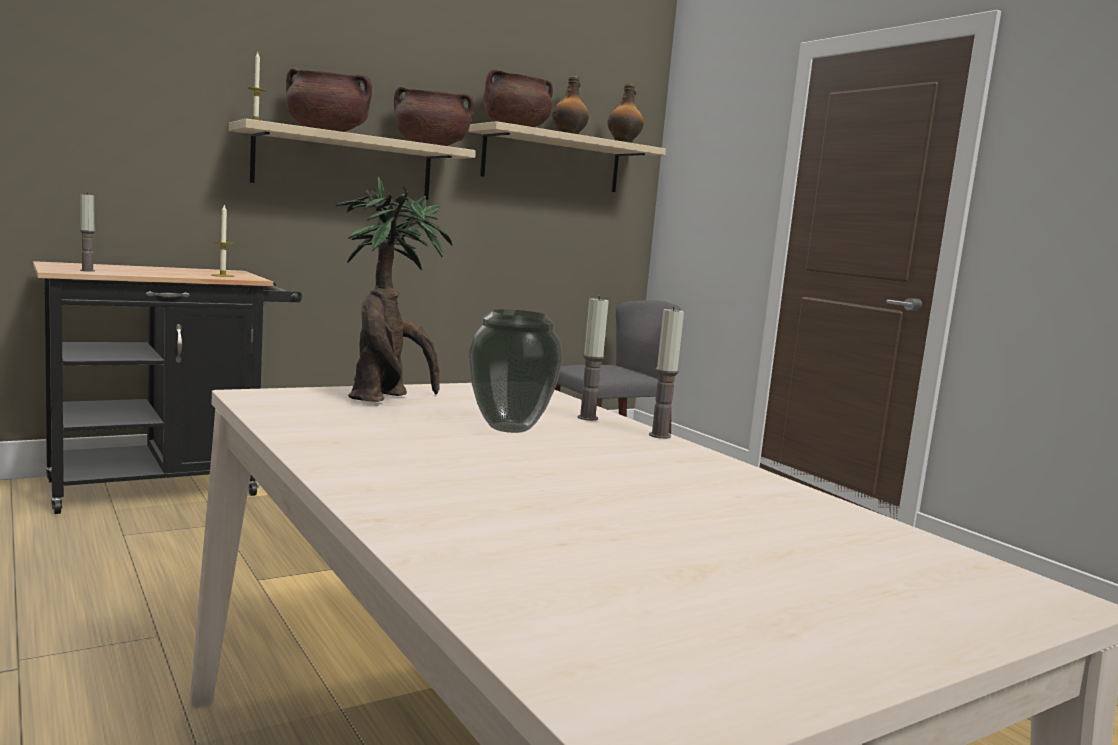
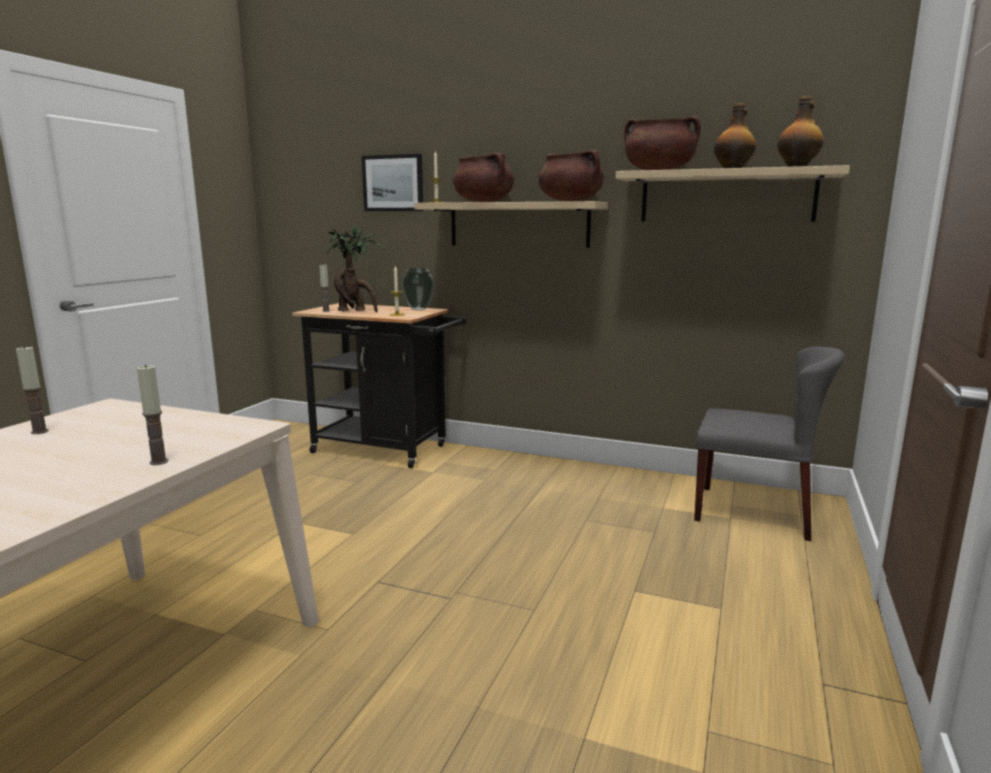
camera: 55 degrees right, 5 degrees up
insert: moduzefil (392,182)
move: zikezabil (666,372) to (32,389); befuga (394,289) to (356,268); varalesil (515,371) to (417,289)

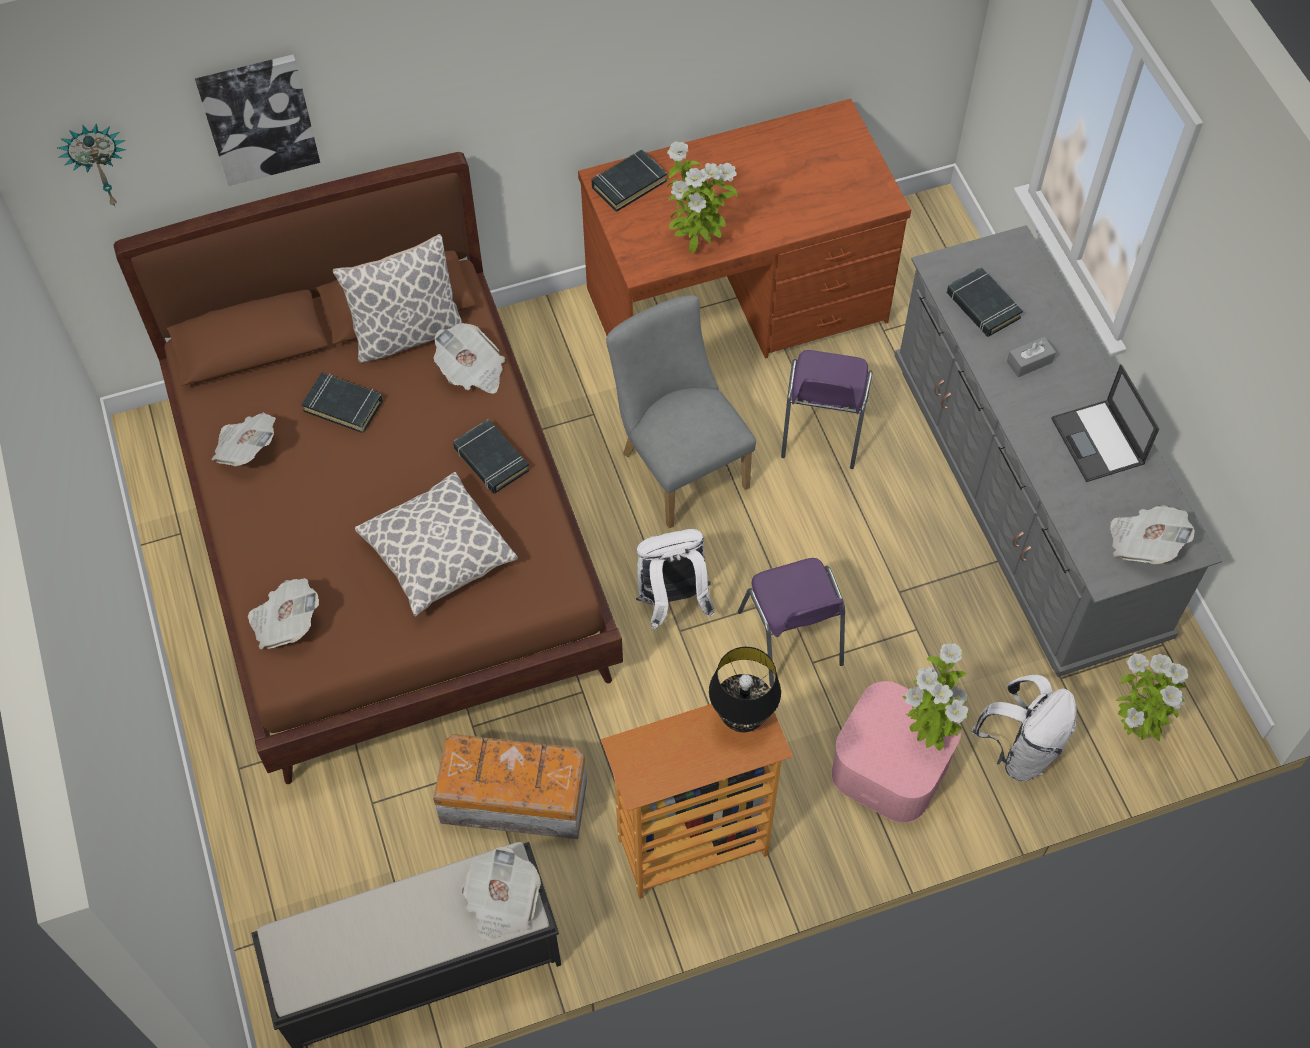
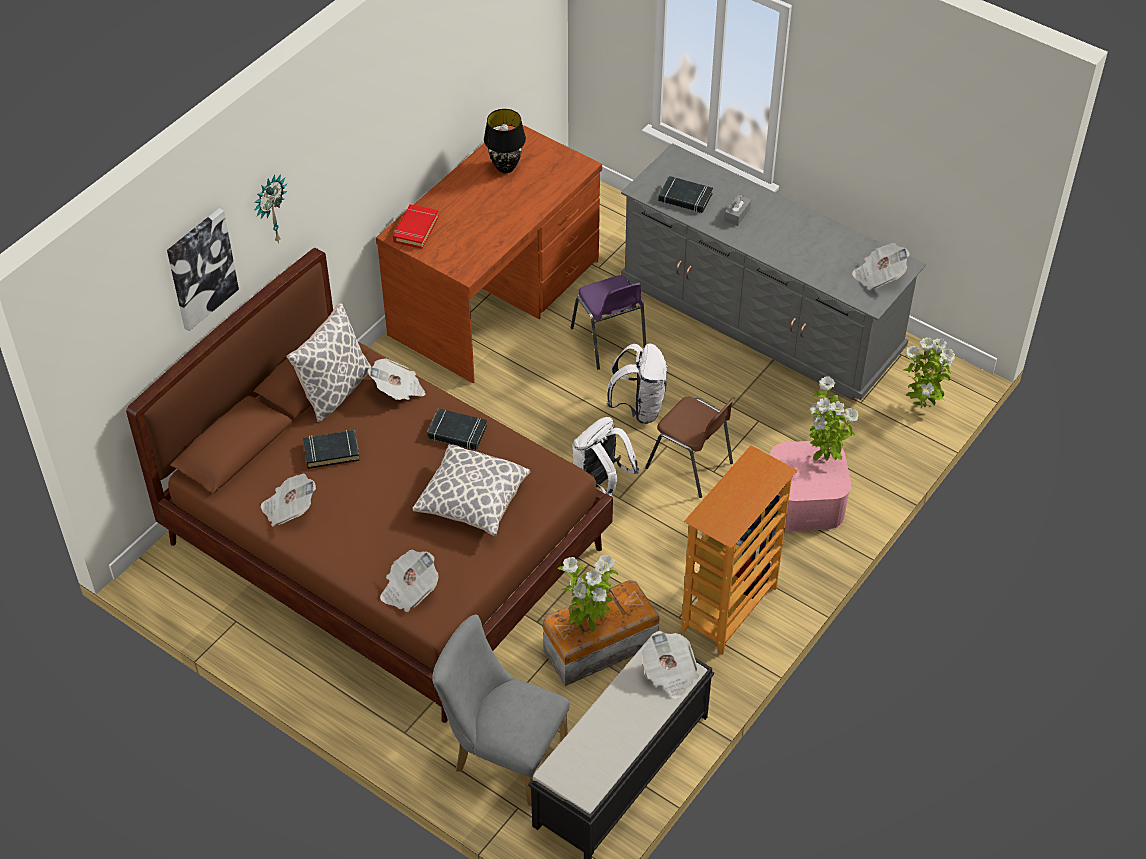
camera: 35 degrees left, 10 degrees down
delete: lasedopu (1105,423)
move: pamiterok (91,164) to (270,209); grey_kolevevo (681,412) to (501,711); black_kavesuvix (745,689) to (505,141); befuga (702,197) to (587,593); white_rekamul (1024,728) to (637,384)
recolor: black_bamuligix (629,180) to red_bamuligix (416,226); purple_kolevevo (791,622) to brown_kolevevo (690,447)

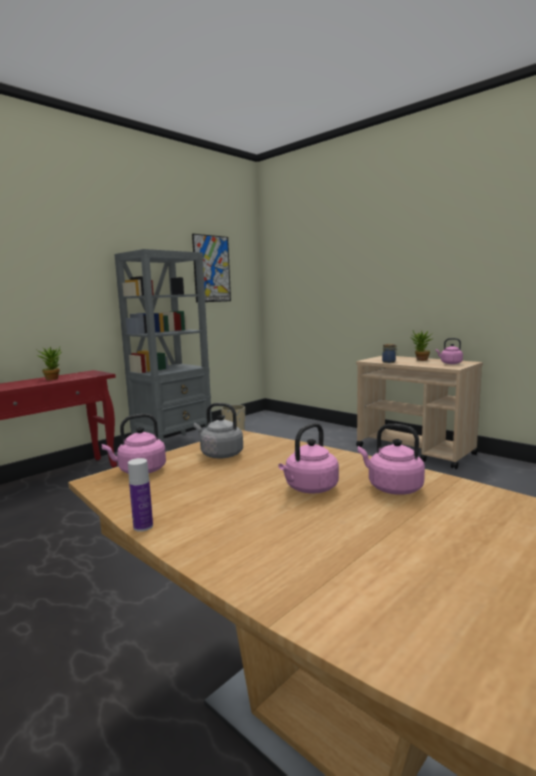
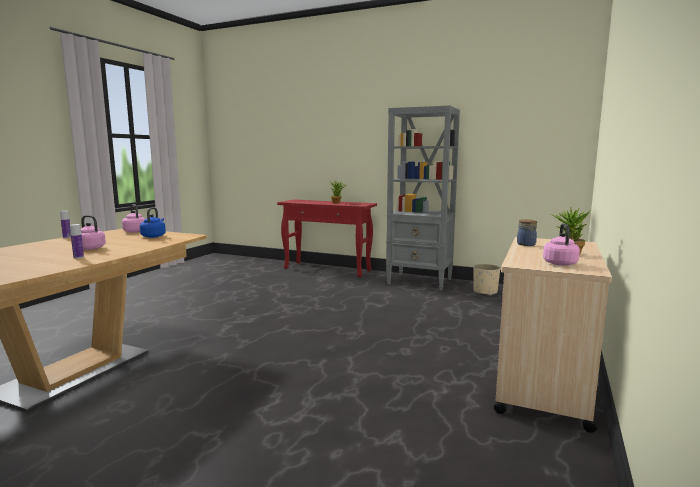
camera: 70 degrees right, 0 degrees up
delete: moduzefil (211,268)
replace: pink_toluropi (391,459) to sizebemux (77,241)
recolor: grey_toluropi (218,431) to blue_toluropi (153,222)

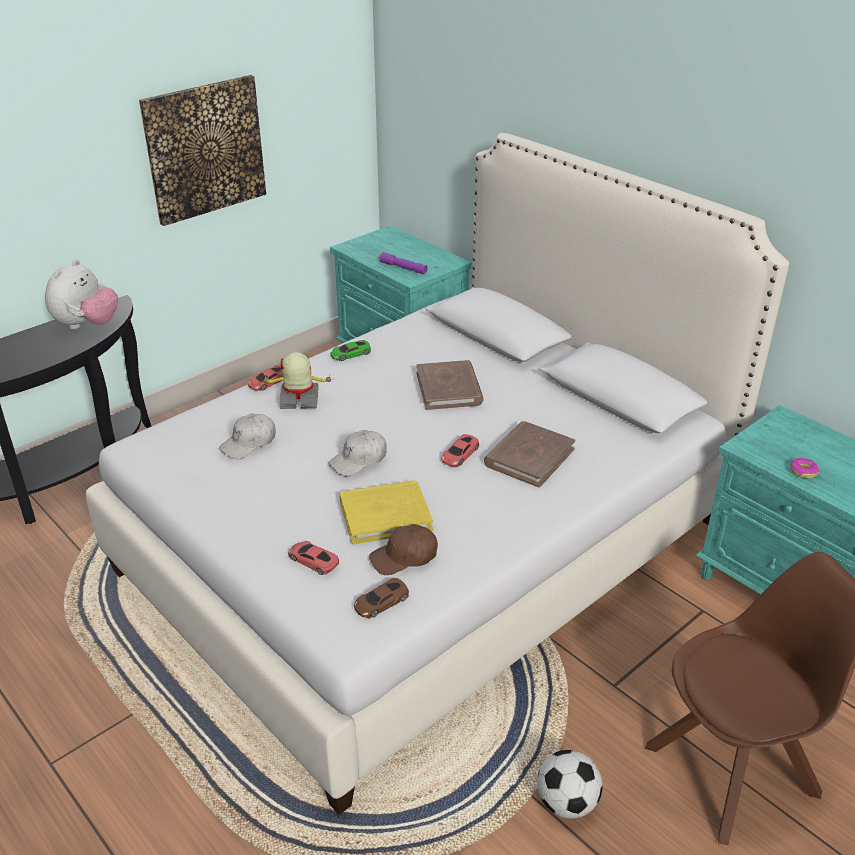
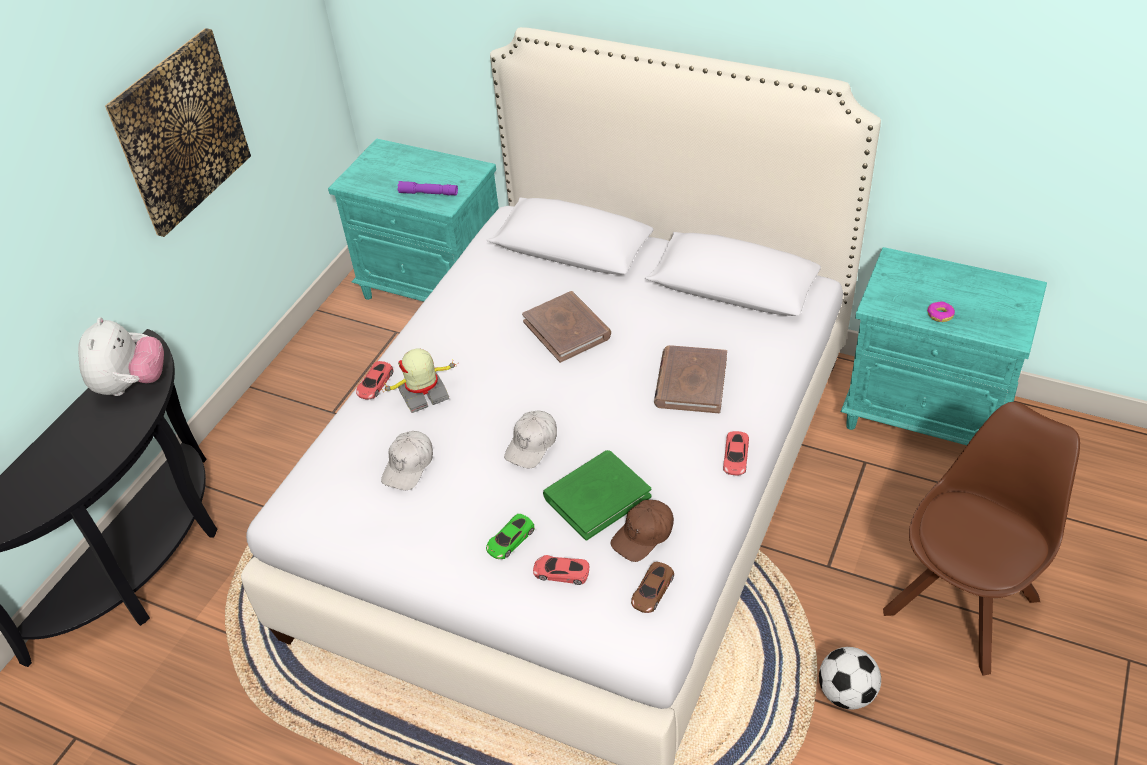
camera: 20 degrees left, 10 degrees up
move: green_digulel (350,350) to (510,536); red_digulel (460,450) to (736,453)
recolor: yellow_bamuligix (386,512) to green_bamuligix (597,495)

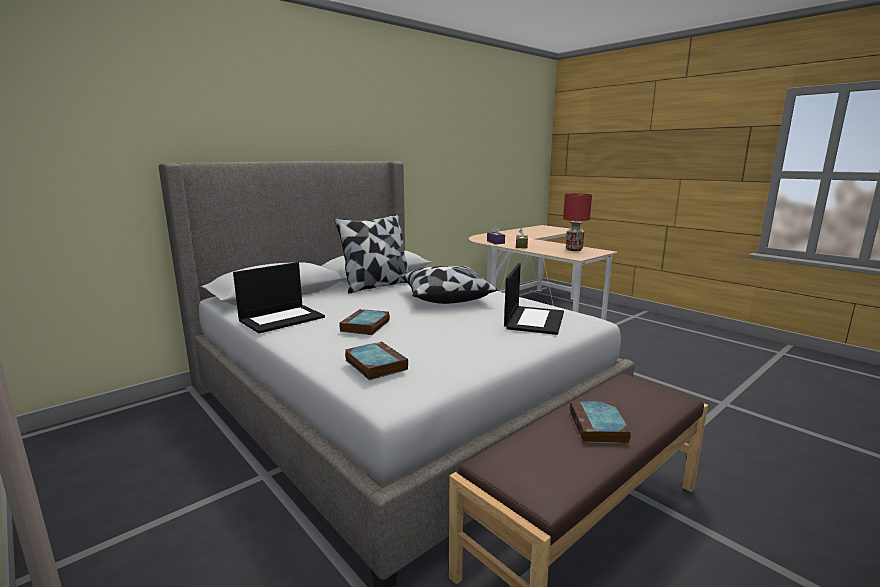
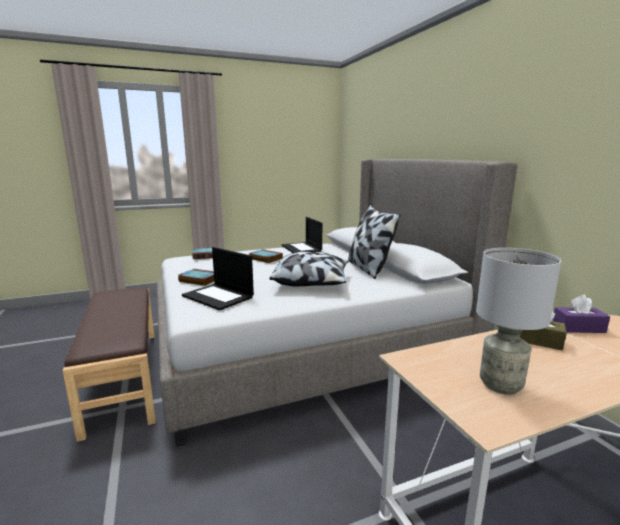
camera: 110 degrees right, 0 degrees up
move: bamuligix (600,422) to (196,277)
recolor: red_kavesuvix (577,222) to grey_kavesuvix (519,321)

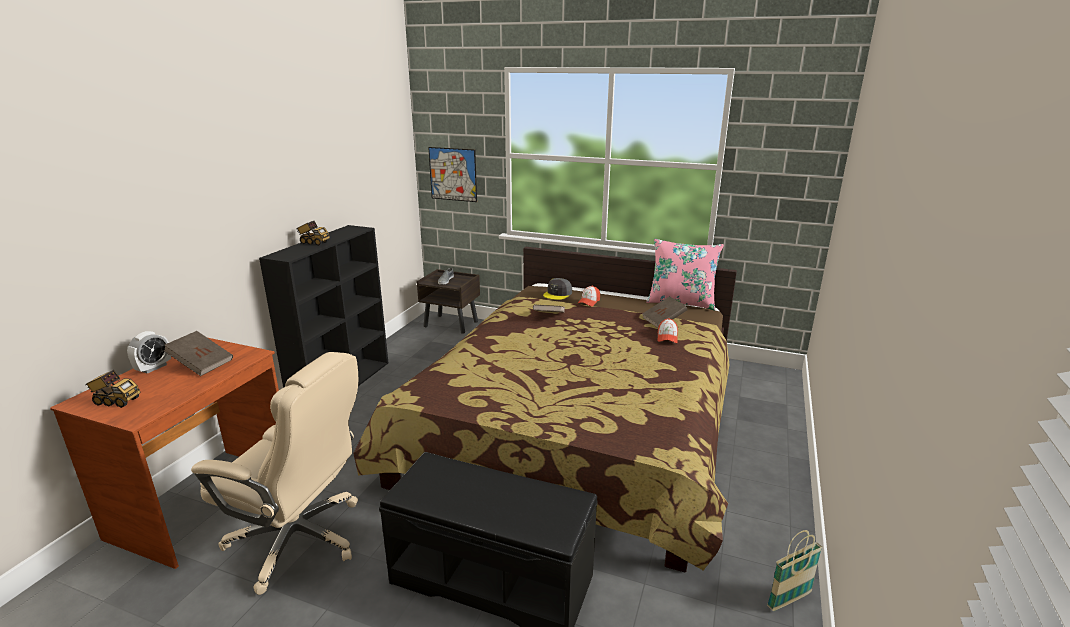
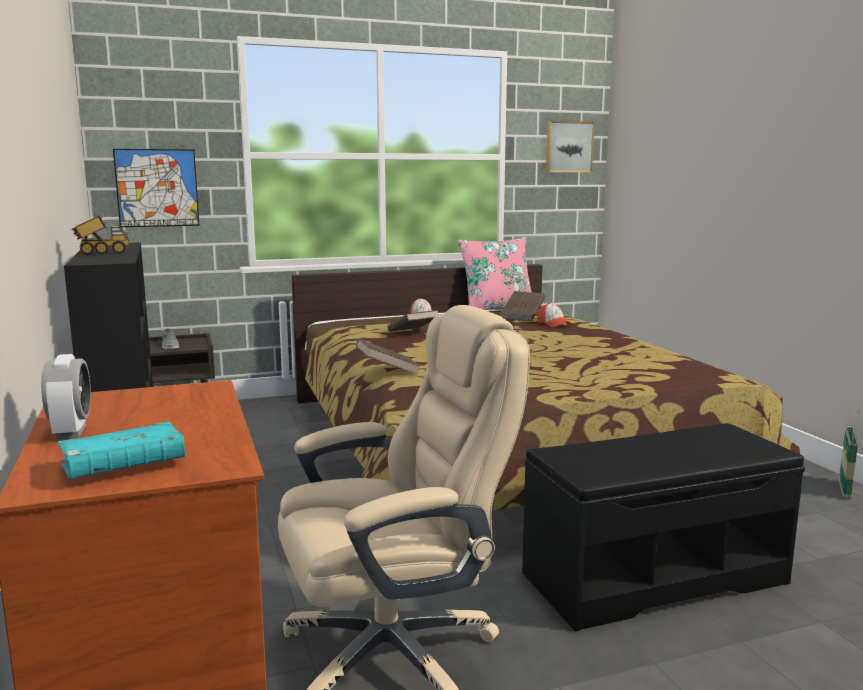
camera: 40 degrees left, 10 degrees down
delete: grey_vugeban (557,289)
insert: moduzefil (570,146)
move: brown_bamuligix (198,353) to (388,356)
replace: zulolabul (113,389) to turquoise_bamuligix (121,450)

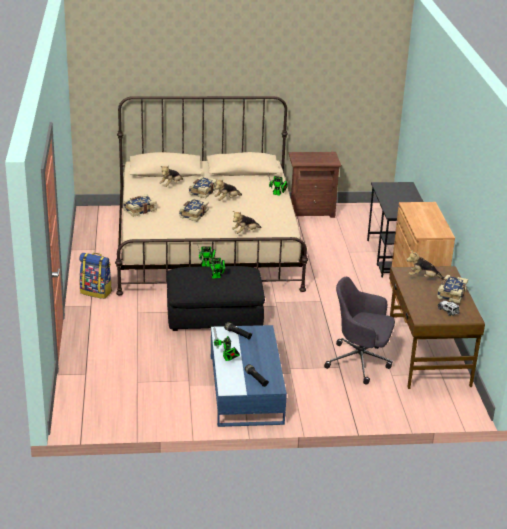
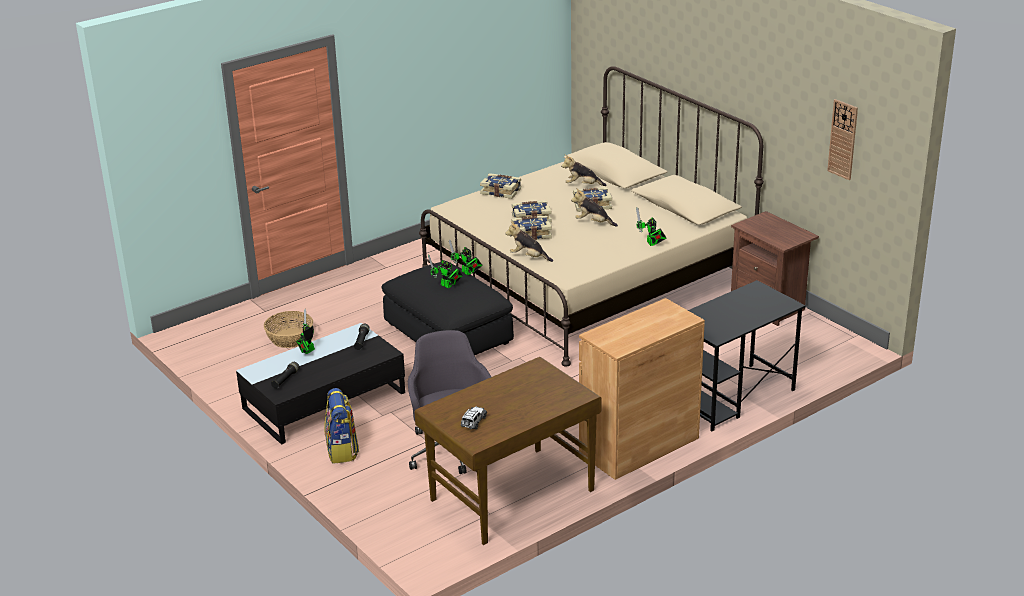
camera: 60 degrees right, 0 degrees up
delete: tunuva (425,264)
insert: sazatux (288,329); pamiterok (842,139)
move: rekamul (95,276) to (341,426); bamuligix (452,289) to (531,228)
recolor: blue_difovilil (249,376) to black_difovilil (320,384)

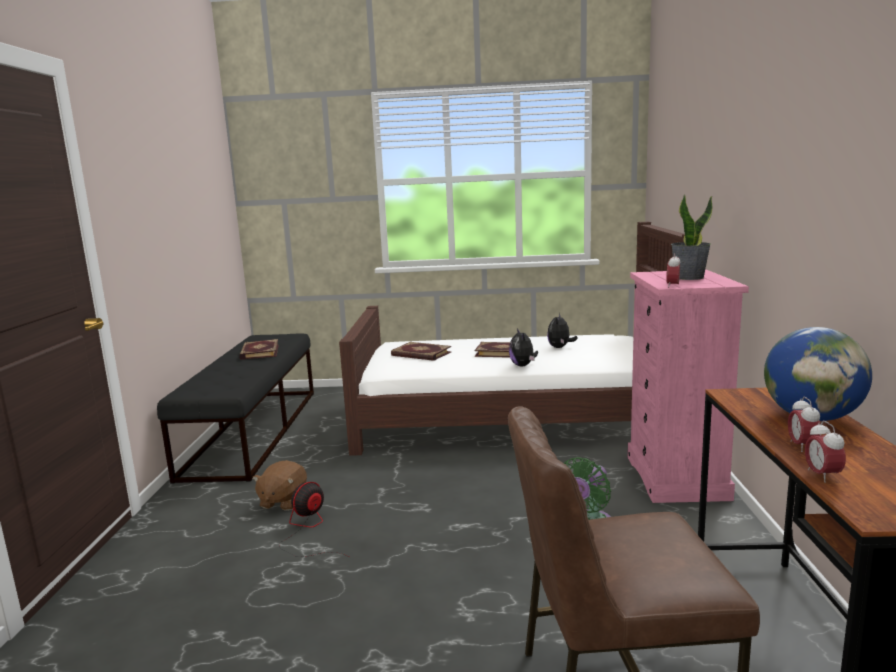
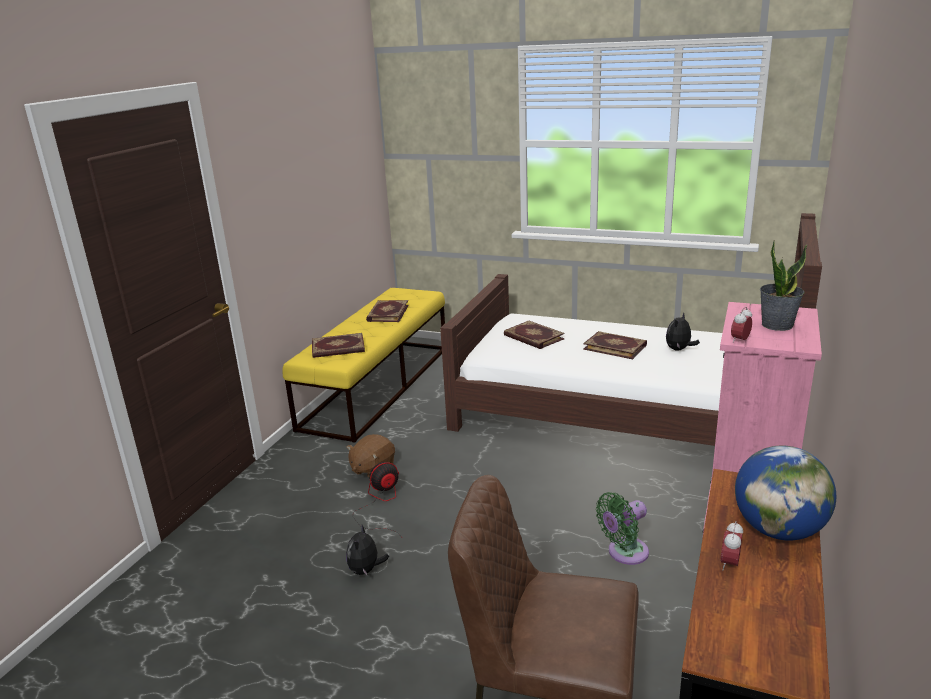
camera: 20 degrees right, 10 degrees up
delete: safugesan (825,452)
insert: bamuligix (338,345)
move: tunuva (523,347) to (367,550)
recolor: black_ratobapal (235,408) to yellow_ratobapal (363,365)

